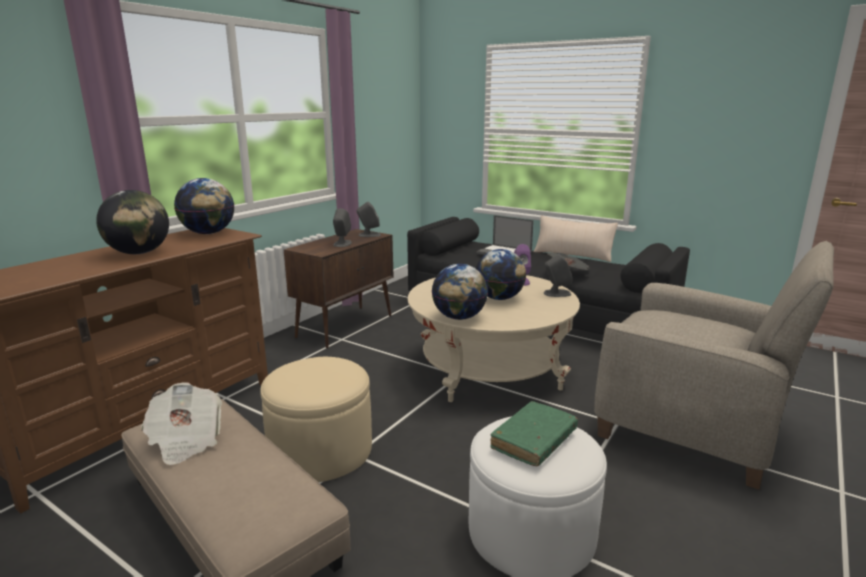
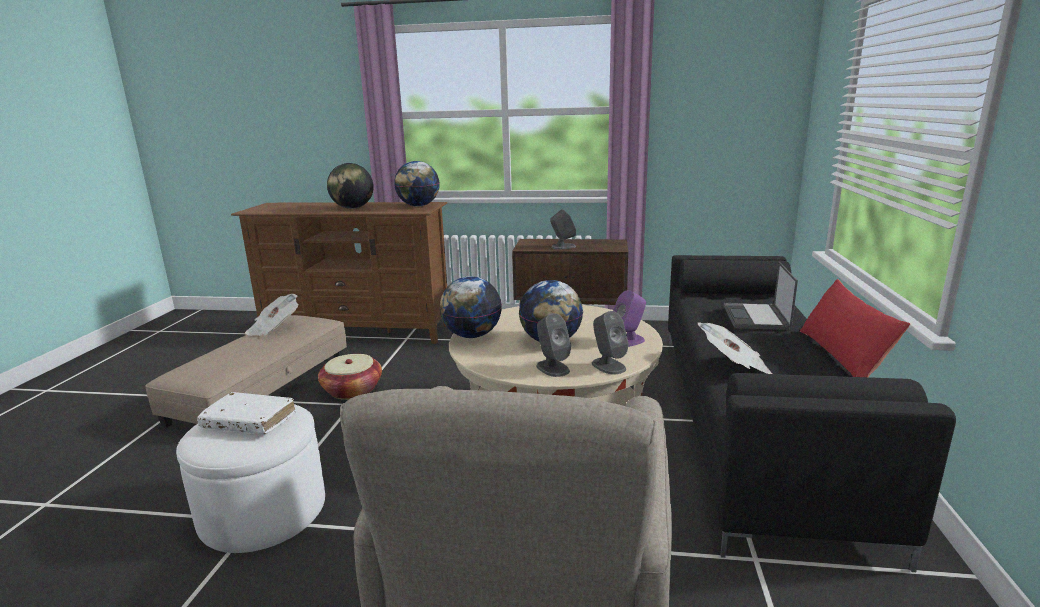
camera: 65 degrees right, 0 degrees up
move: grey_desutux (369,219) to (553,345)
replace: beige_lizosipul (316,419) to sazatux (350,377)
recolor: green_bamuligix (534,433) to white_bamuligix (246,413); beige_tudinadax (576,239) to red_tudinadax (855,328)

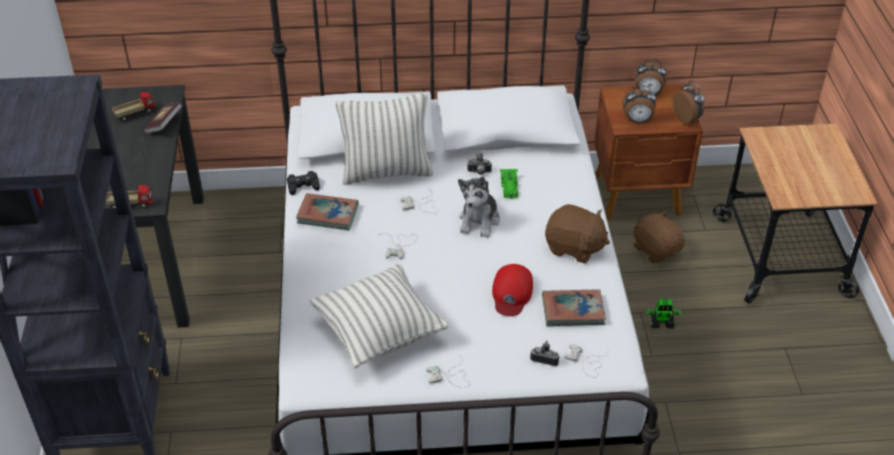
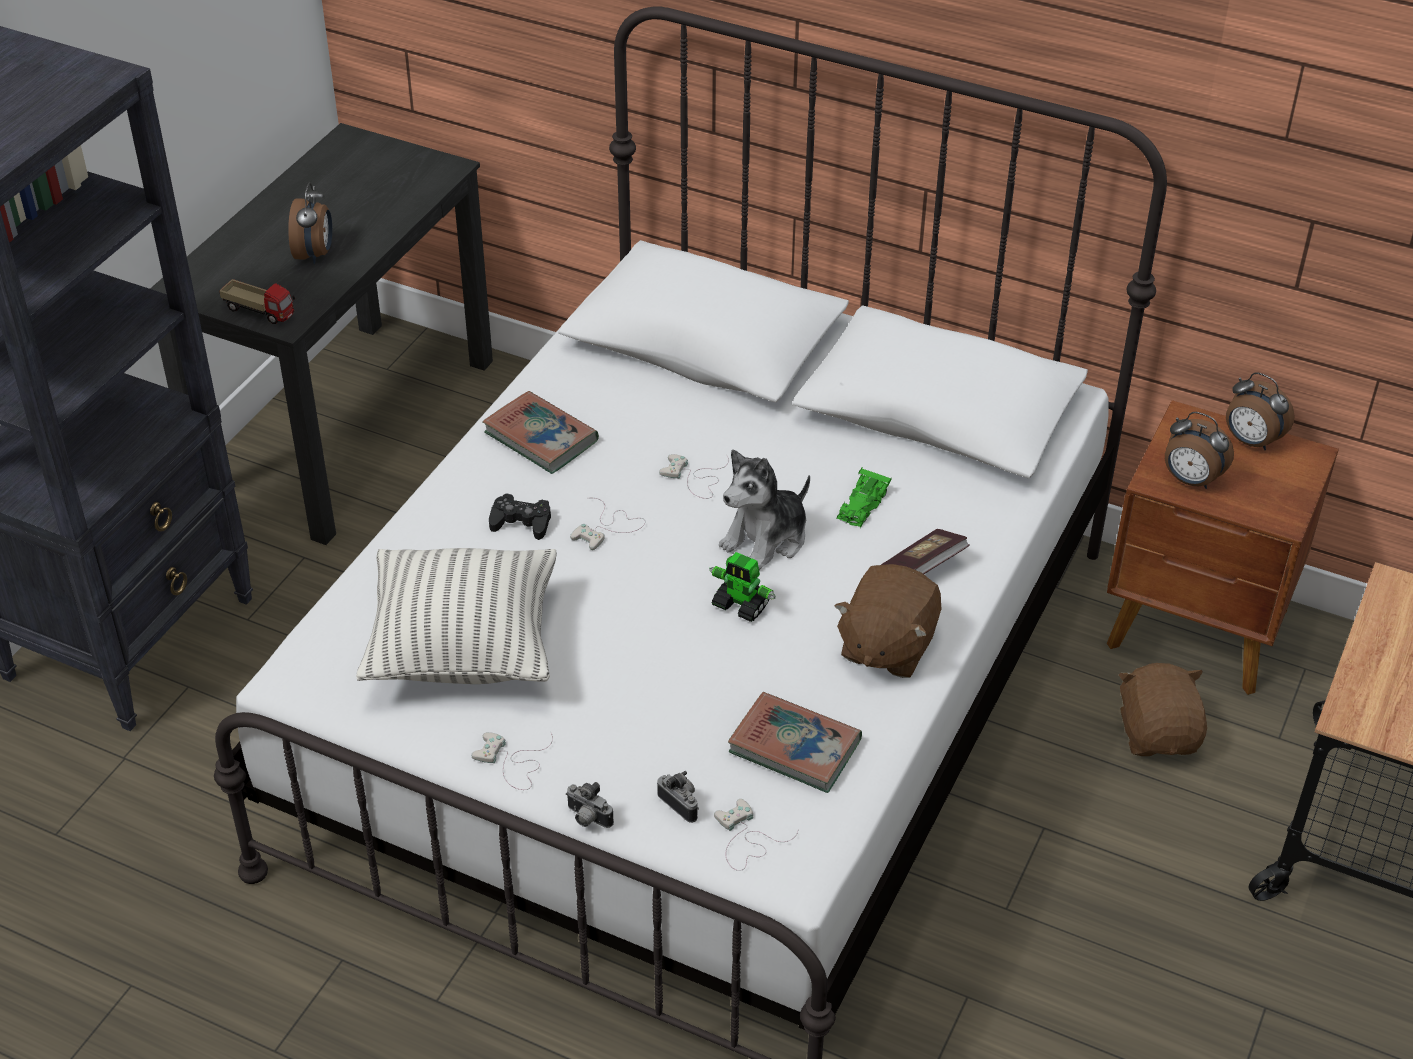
camera: 30 degrees right, 0 degrees up
delete: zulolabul (134,107); tudinadax (384,139); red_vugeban (512,290)
move: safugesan (689,102) to (310,223); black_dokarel (303,183) to (520,516); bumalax (479,164) to (590,805); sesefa (664,314) to (742,587); bamuligix (163,117) to (925,551)
rotate: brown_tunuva (577,233) = (888,621) 60 degrees clockwise

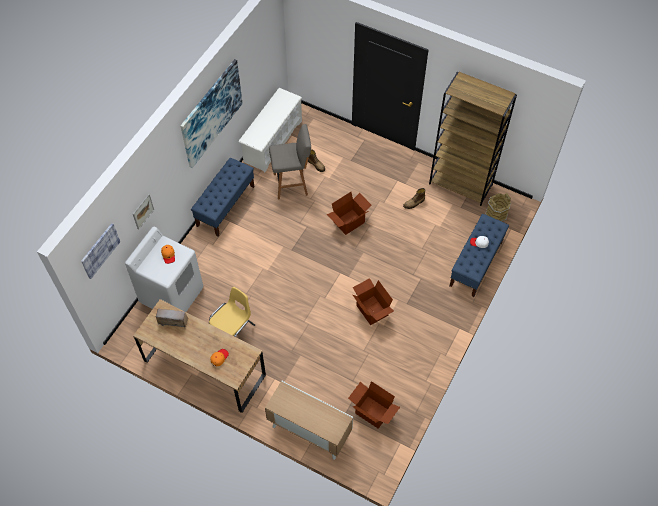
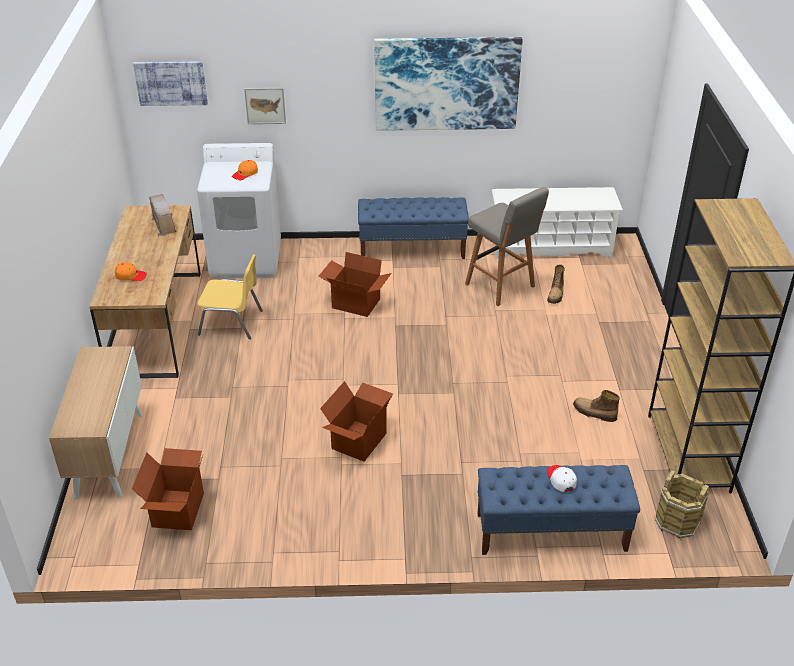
camera: 60 degrees right, 20 degrees down
move: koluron (349,213) to (355,284)

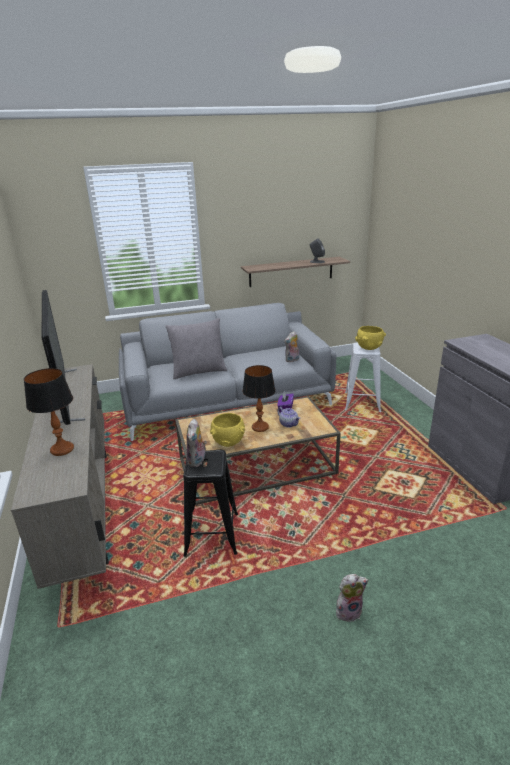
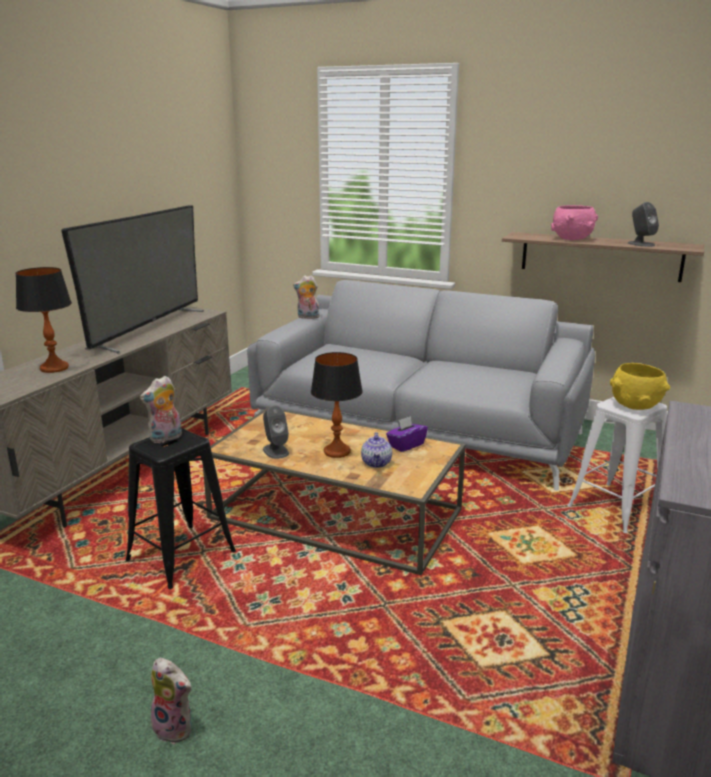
camera: 40 degrees right, 5 degrees down
delete: grey_tudinadax (197,348)
insert: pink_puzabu (574,222)
move: tunuva (291,346) to (306,297)
replace: yellow_puzabu (227,430) to grey_desutux (276,432)

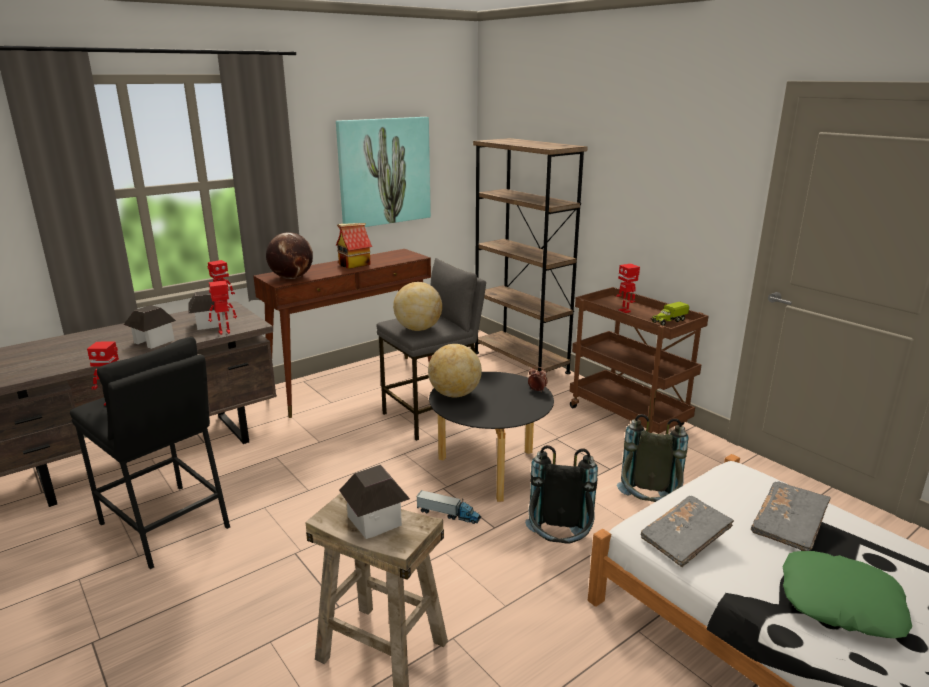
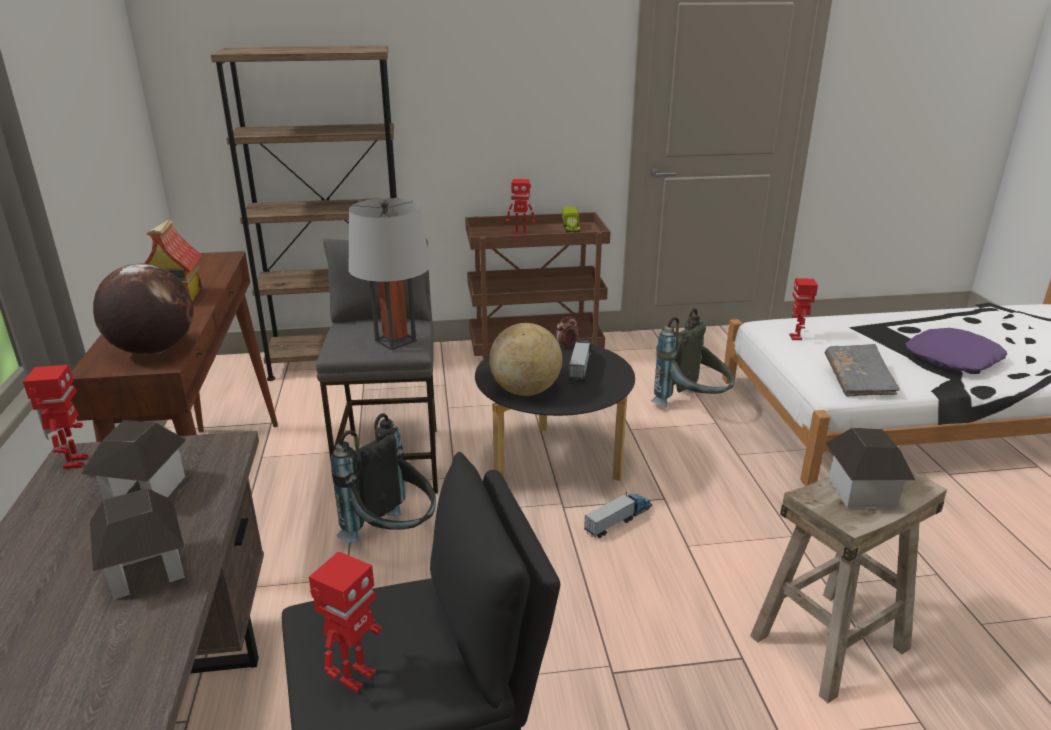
camera: 60 degrees left, 5 degrees up
delete: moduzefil (383,172); grey_bamuligix (790,516)
insert: zulolabul (580,360)
move: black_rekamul (561,494) to (383,478); sesefa (222,308) to (803,309)
replace: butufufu (417,306) to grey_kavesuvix (389,274)
recolor: green_tudinadax (847,594) to purple_tudinadax (956,350)

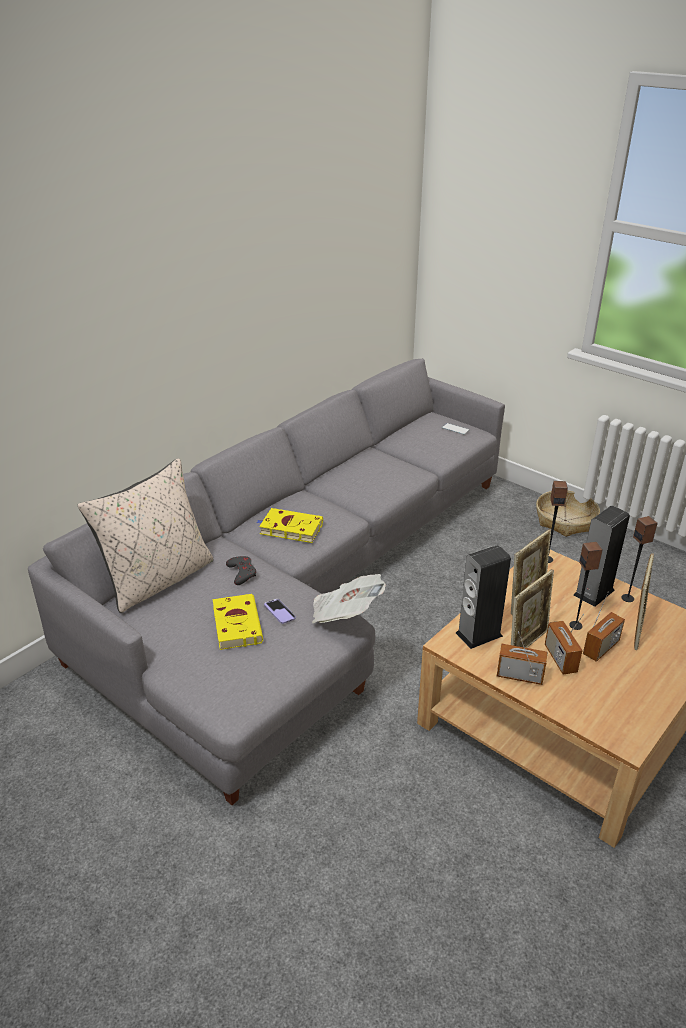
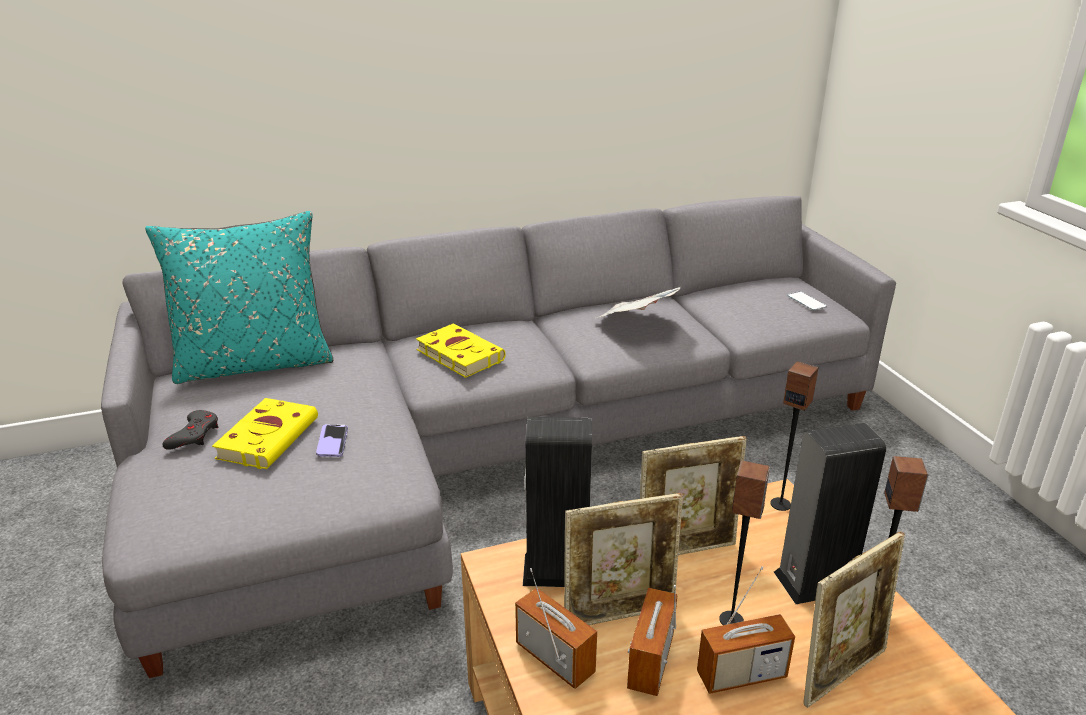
camera: 30 degrees right, 5 degrees down
delete: sazatux (568,513)
move: grey_dokarel (241,570) to (190,430); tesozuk (349,598) to (639,302)
recolor: beige_tudinadax (145,535) to turquoise_tudinadax (239,297)

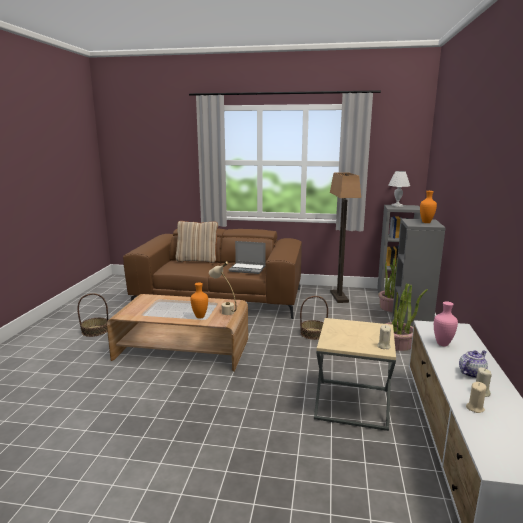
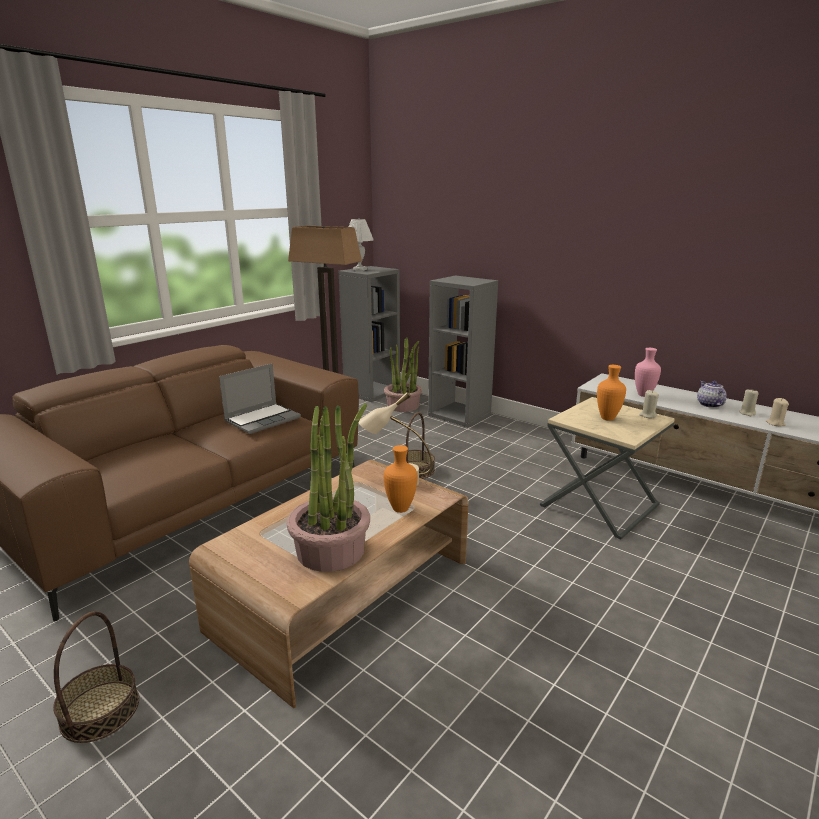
camera: 60 degrees left, 5 degrees up
delete: beige_tudinadax (197,242)
move: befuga (406,317) to (328,487); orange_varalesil (428,207) to (611,393)

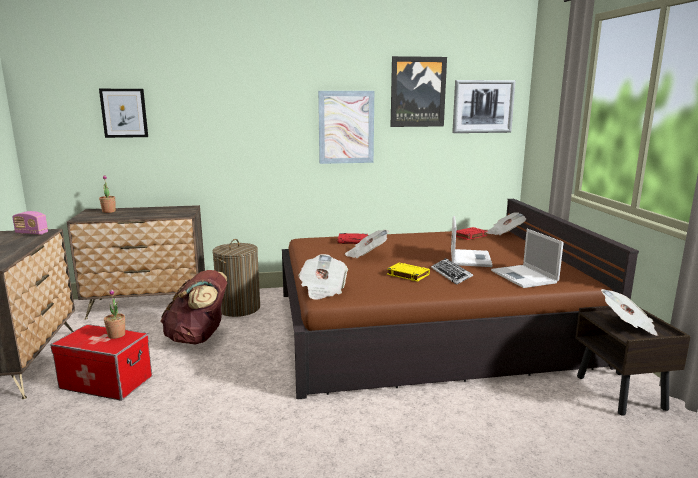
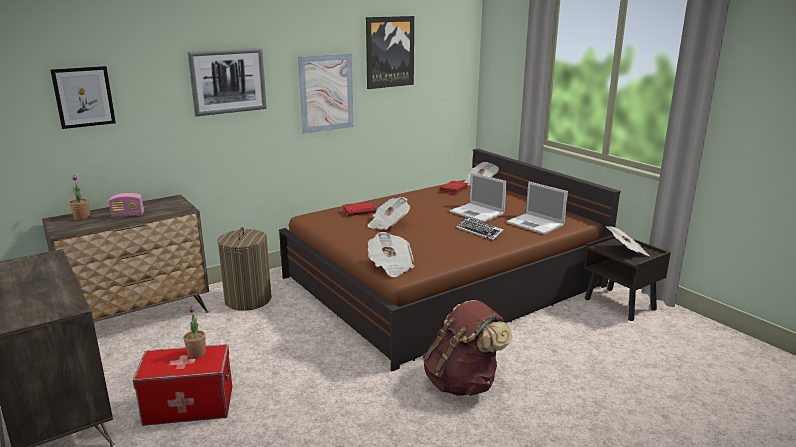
camera: 25 degrees left, 5 degrees up
delete: yellow_bamuligix (408,272)
move: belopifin (30,223) to (126,205); moduzefil (484,106) to (227,82); brown_rekamul (194,307) to (467,348)
rotate: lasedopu (472,241) = (478,198) 150 degrees clockwise

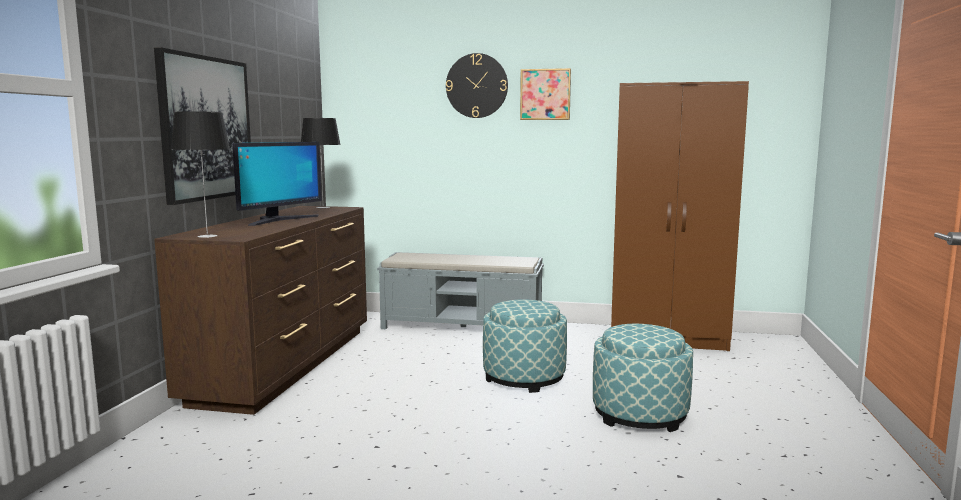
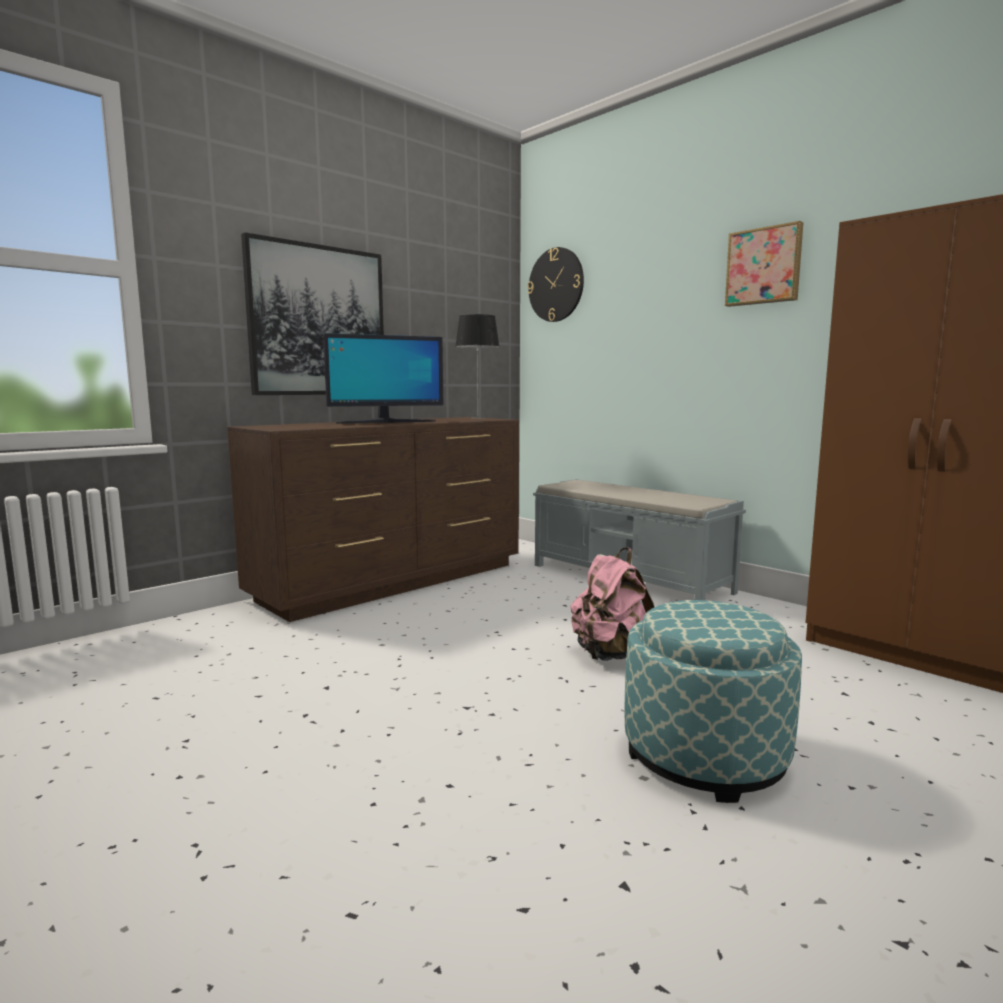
camera: 35 degrees right, 0 degrees up
delete: kavesuvix (200,174)
move: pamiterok (477,85) to (555,284)
replace: lizosipul (525,346) to pink_rekamul (612,604)

